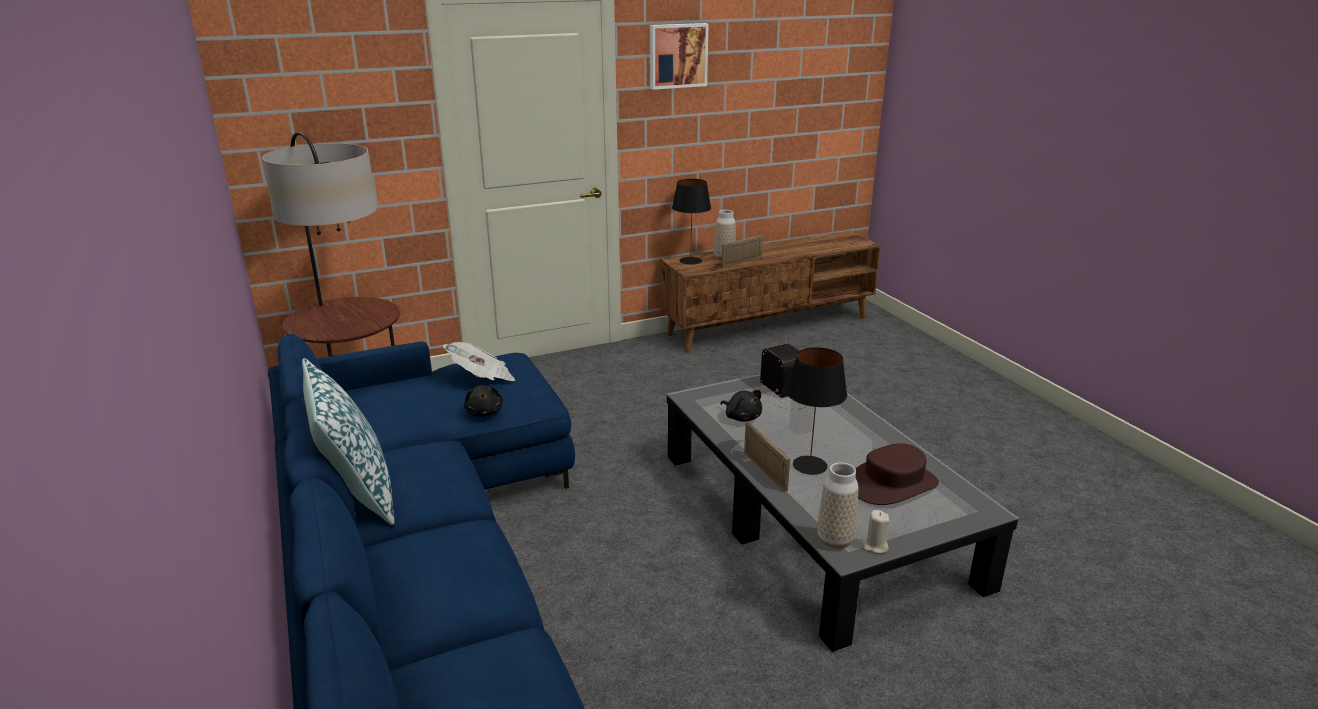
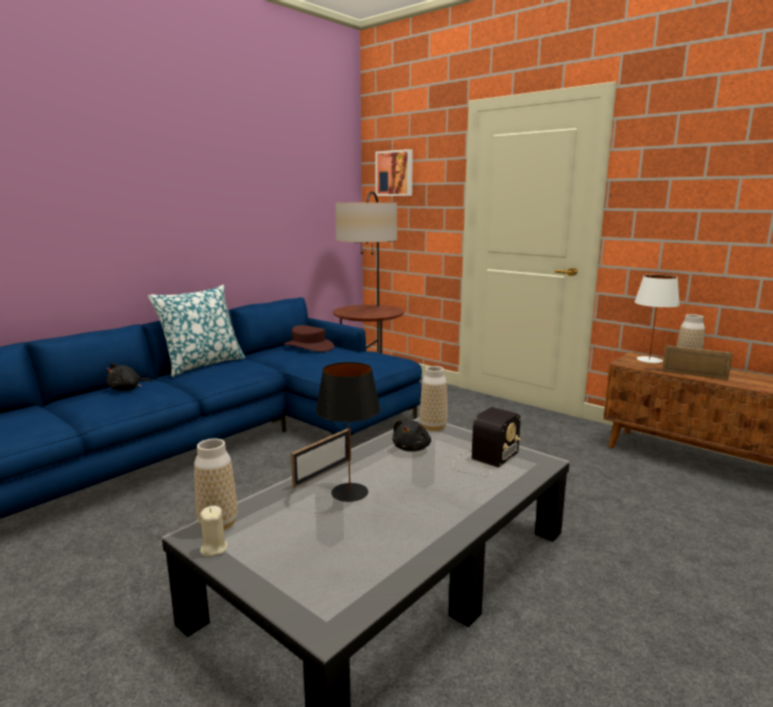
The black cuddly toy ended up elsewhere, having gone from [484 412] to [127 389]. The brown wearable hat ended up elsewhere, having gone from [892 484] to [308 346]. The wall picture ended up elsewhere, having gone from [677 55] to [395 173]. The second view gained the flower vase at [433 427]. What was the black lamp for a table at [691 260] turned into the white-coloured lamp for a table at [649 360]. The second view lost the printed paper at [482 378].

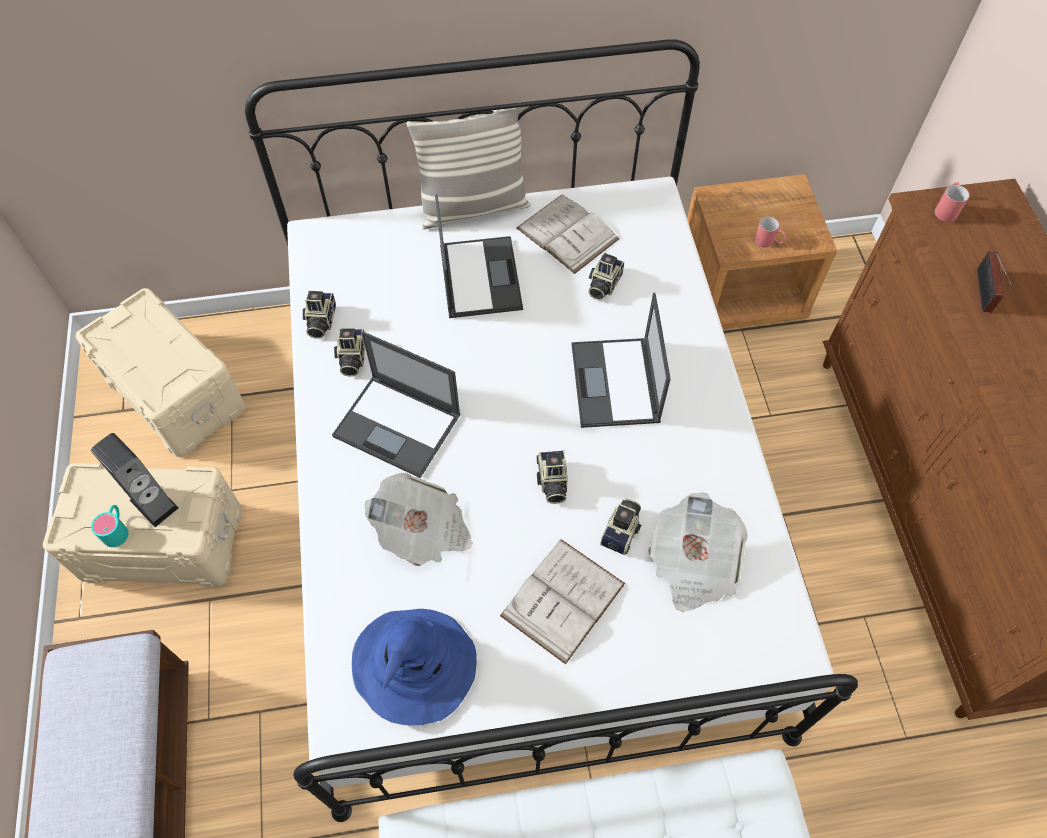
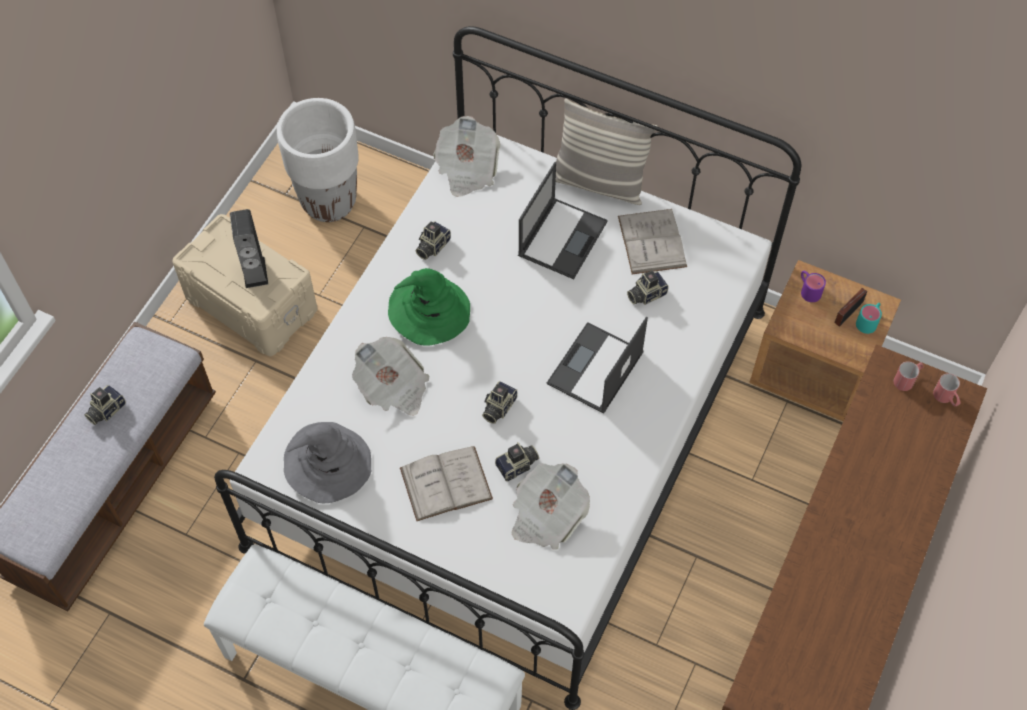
The still camera ended up elsewhere, having gone from [320 321] to [105 410]. Where the sand-coloured storage box stood at [176 392], the white-coloured plant pot came to stand at [329 202]. What was the blue wearable hat at [413 665] turned into the greyish wearable hat at [327 463]. Where the laptop stood at [399 426], the green-coloured wearable hat came to stand at [428 310]. The second view gained the printed paper at [467 169]. The second view gained the purple mug at [808 289]. The radio receiver ended up elsewhere, having gone from [983 293] to [846 313]. The turquoise mug ended up elsewhere, having gone from [117 529] to [868 321]. The red-coloured mug ended up elsewhere, having gone from [768 242] to [946 398].

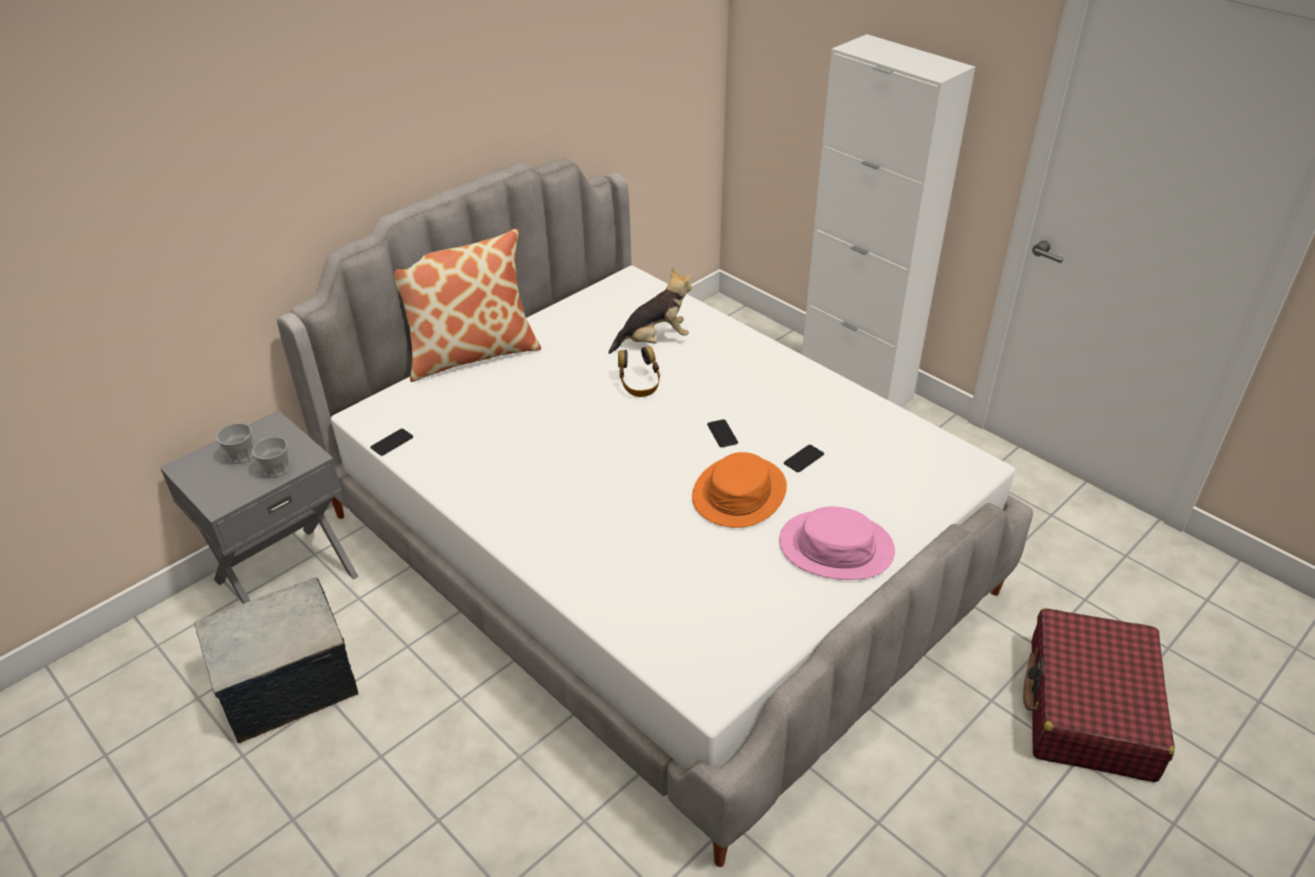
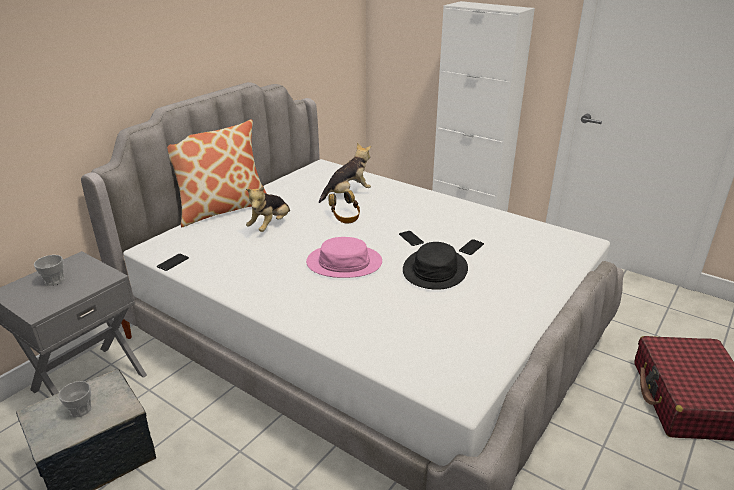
The cup ended up elsewhere, having gone from [277 470] to [80 410]. The second view gained the cuddly toy at [270 226]. The pink wearable hat ended up elsewhere, having gone from [836 546] to [344 262]. What was the orangey wearable hat at [739 493] turned into the black wearable hat at [434 270].

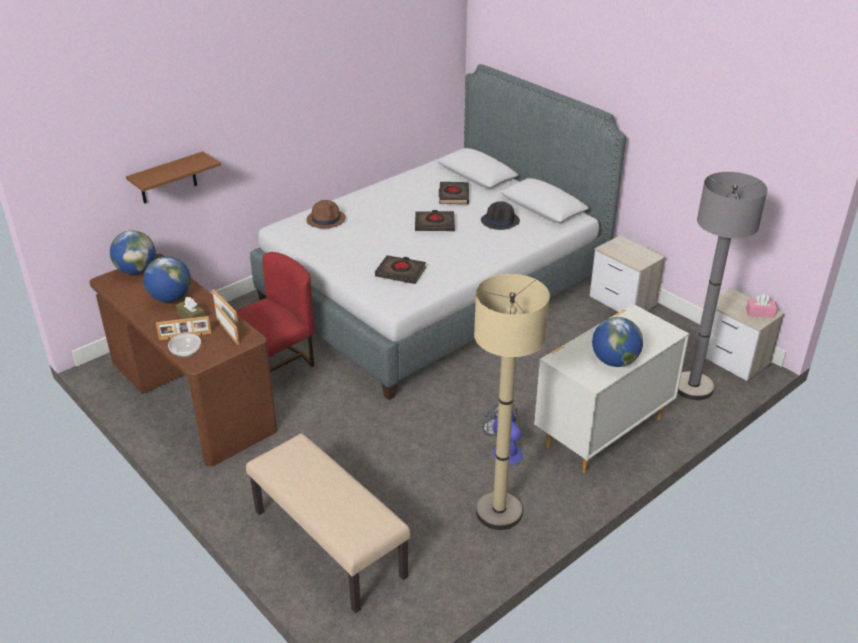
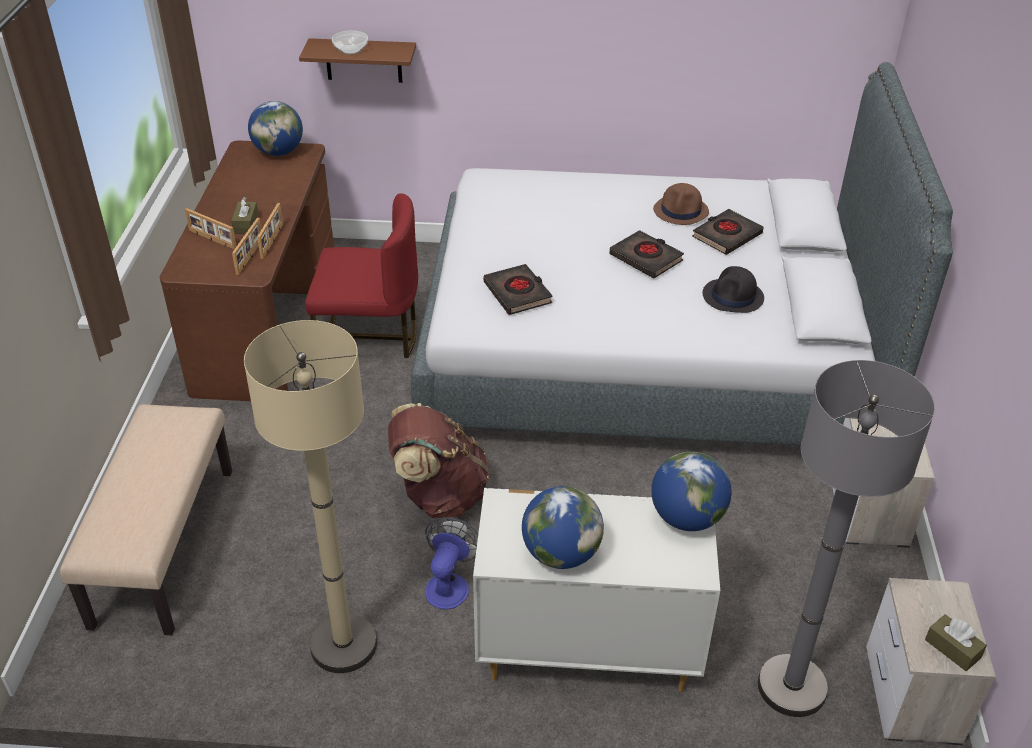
The bowl ended up elsewhere, having gone from [186 352] to [350 50]. The second view gained the brown backpack at [439 495]. The globe ended up elsewhere, having gone from [171 298] to [687 518]. The brown wearable hat ended up elsewhere, having gone from [326 219] to [681 211]. What was the pink tissue box at [760 313] turned into the brown tissue box at [952 649].

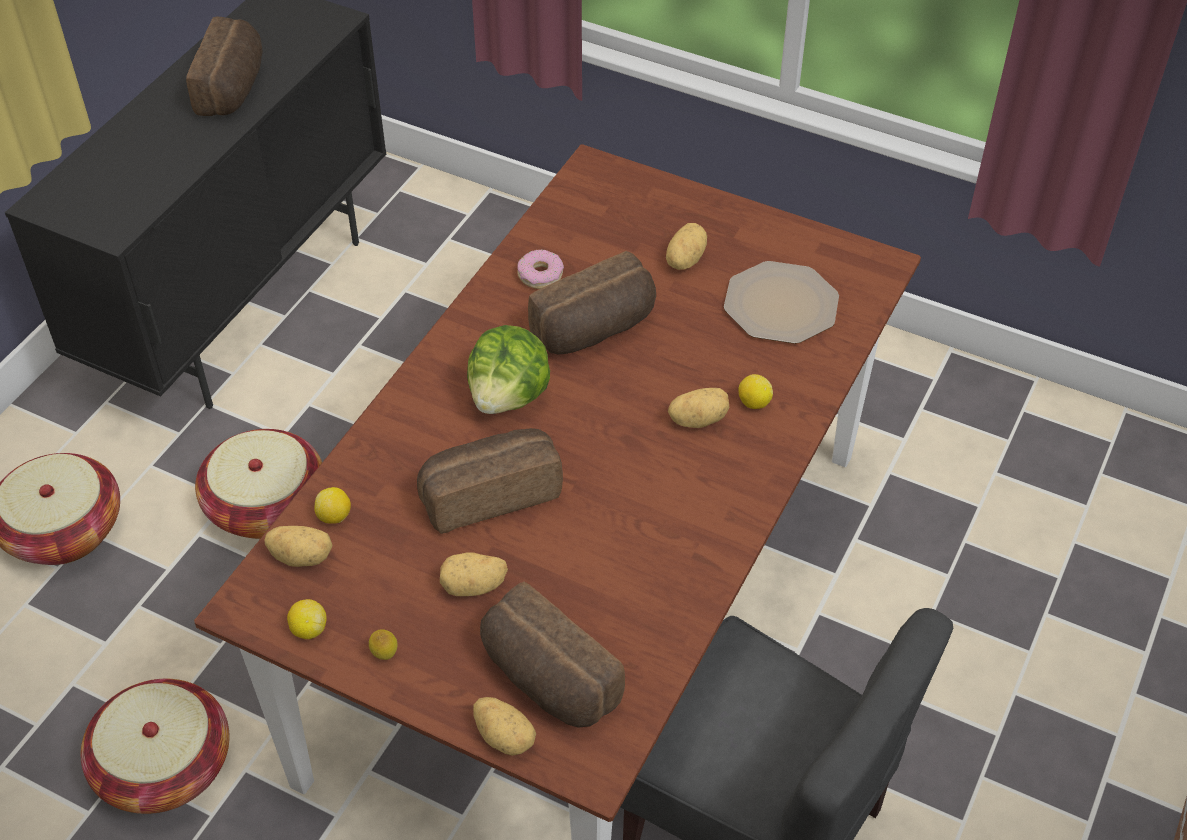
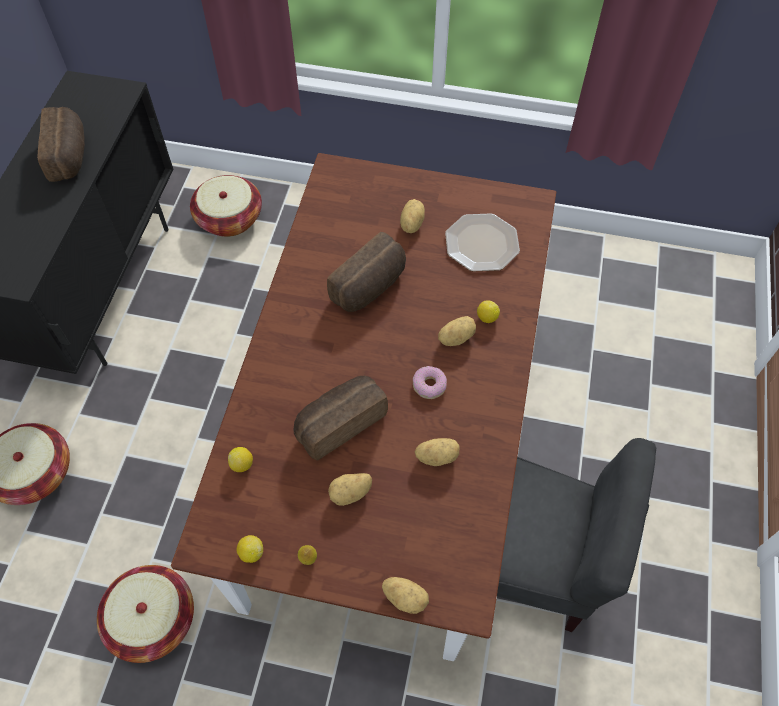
The household basket ended up elsewhere, having gone from [266 505] to [229 219]. The ring doughnut ended up elsewhere, having gone from [540 275] to [429 385]. The spud ended up elsewhere, having gone from [302 556] to [437 456]. The second view lost the head of lettuce at [509 396]. The second view lost the baked bread at [546 680].

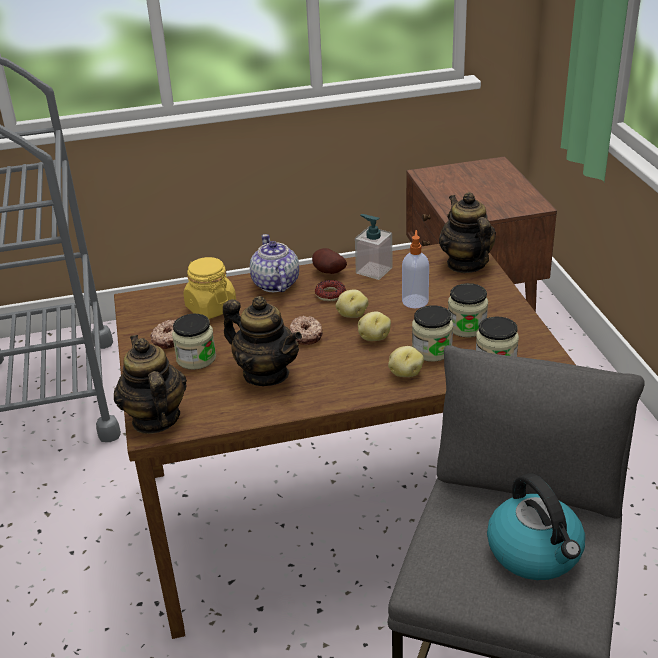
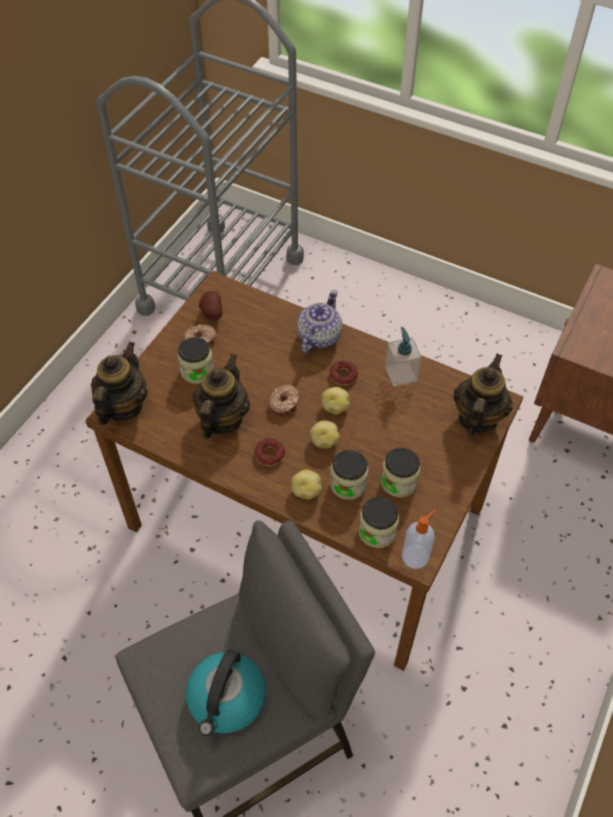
The tea pot at [266 374] ended up facing another way, 150 degrees counterclockwise from before. The spud ended up elsewhere, having gone from [328 272] to [211 313]. The second view gained the ring doughnut at [269 454]. The soap bottle ended up elsewhere, having gone from [415 301] to [416 555]. The second view lost the yellowish jar at [211 308].

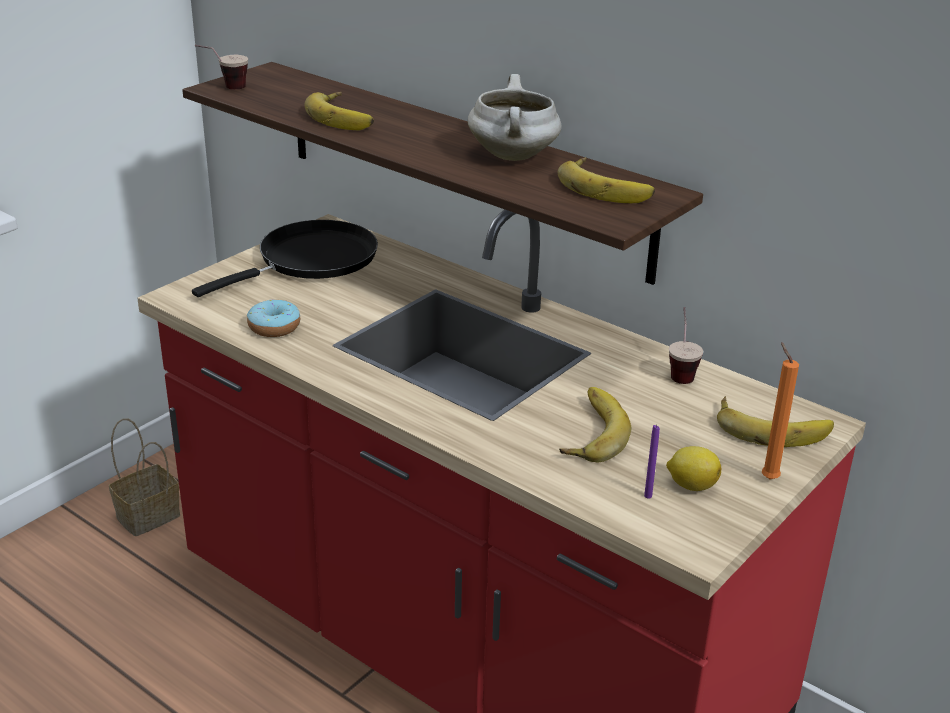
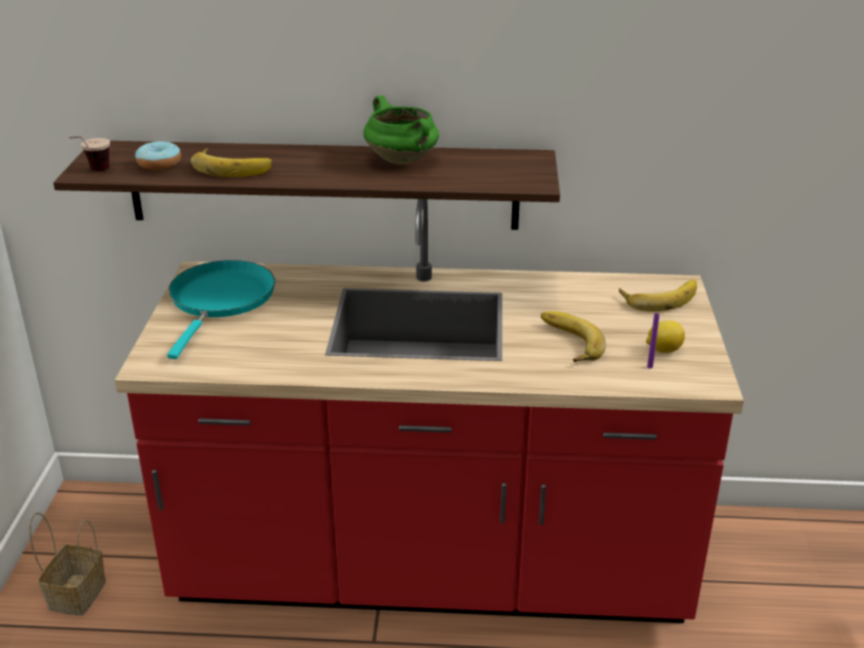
The ring doughnut ended up elsewhere, having gone from [274 327] to [159 164]. What was the black frying pan at [311 260] turned into the turquoise frying pan at [220 300]. What was the white-coloured cooking pot at [514 156] turned into the green-coloured cooking pot at [403 160]. The second view lost the banana at [607 187]. The second view lost the cup at [681 371]. The second view lost the orangey candle at [767 477].

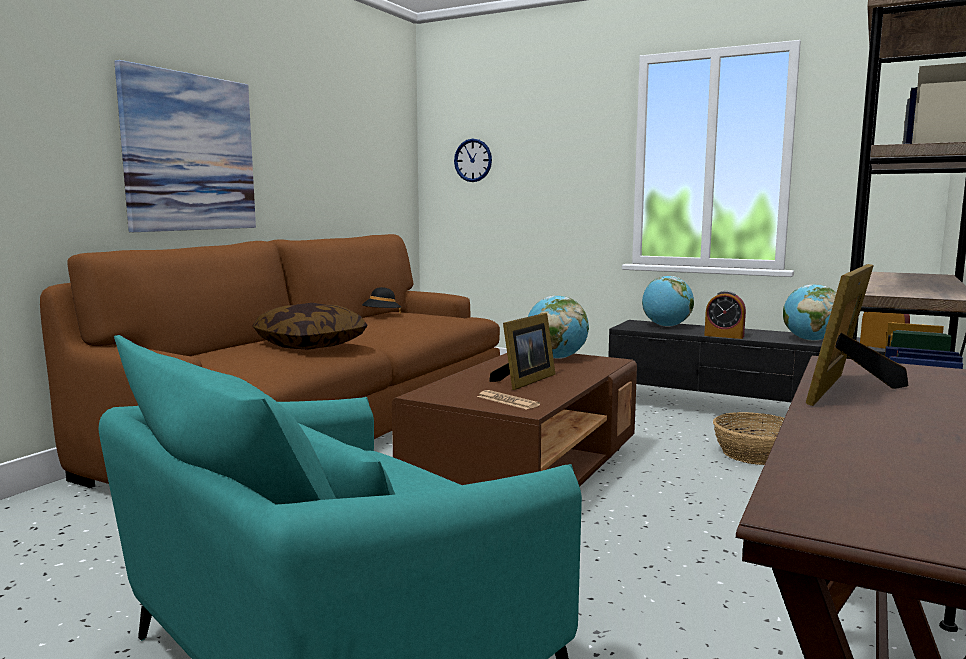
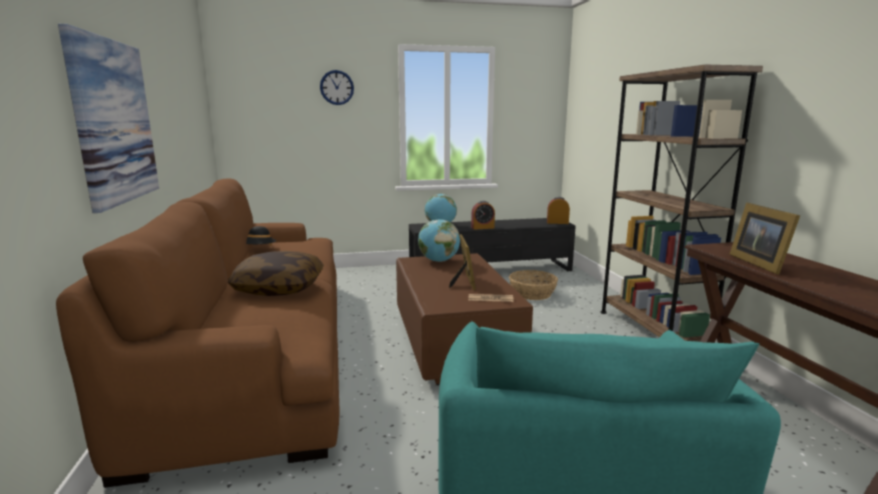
The wall clock ended up elsewhere, having gone from [473 160] to [337 87]. The second view lost the globe at [811 340].

